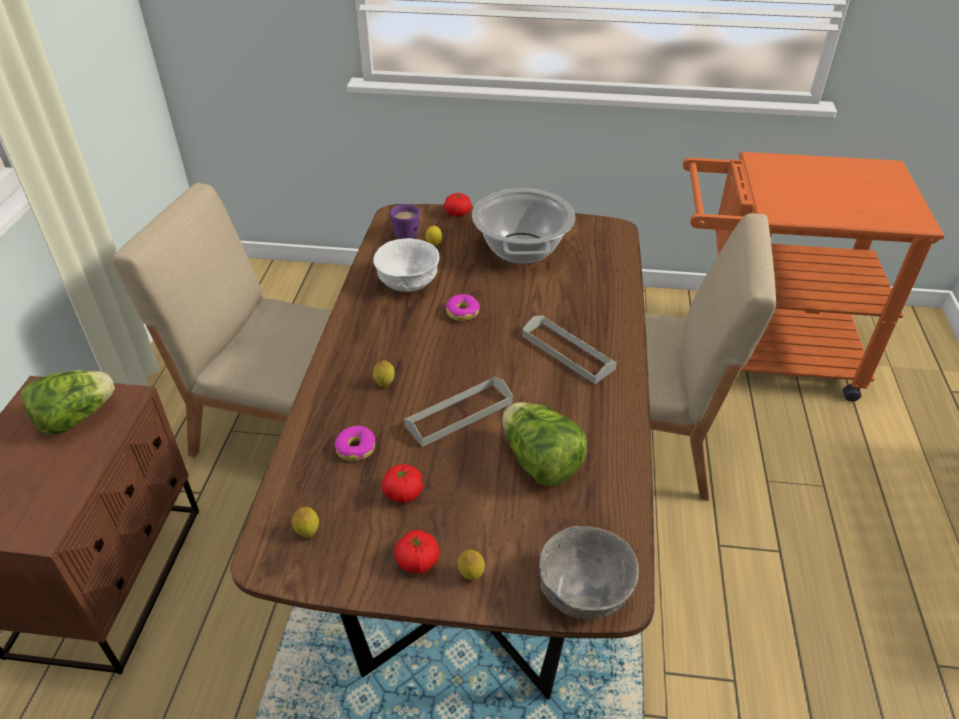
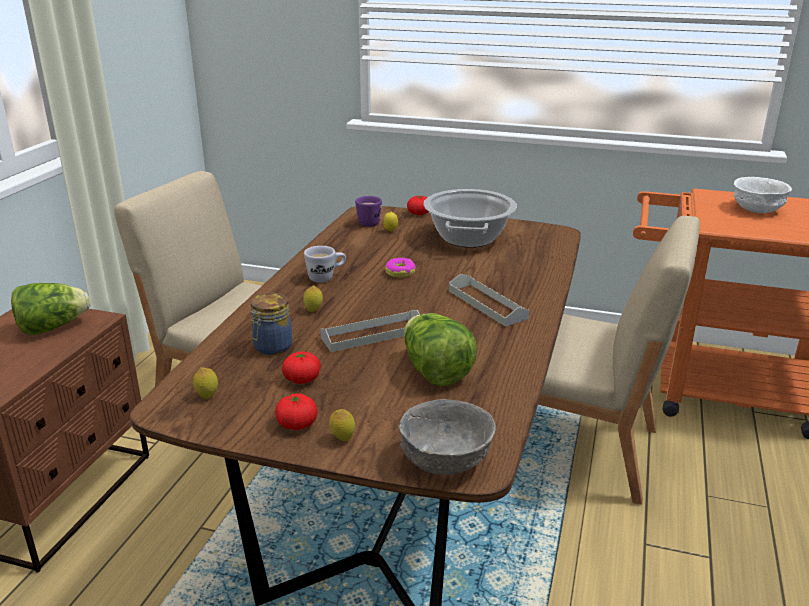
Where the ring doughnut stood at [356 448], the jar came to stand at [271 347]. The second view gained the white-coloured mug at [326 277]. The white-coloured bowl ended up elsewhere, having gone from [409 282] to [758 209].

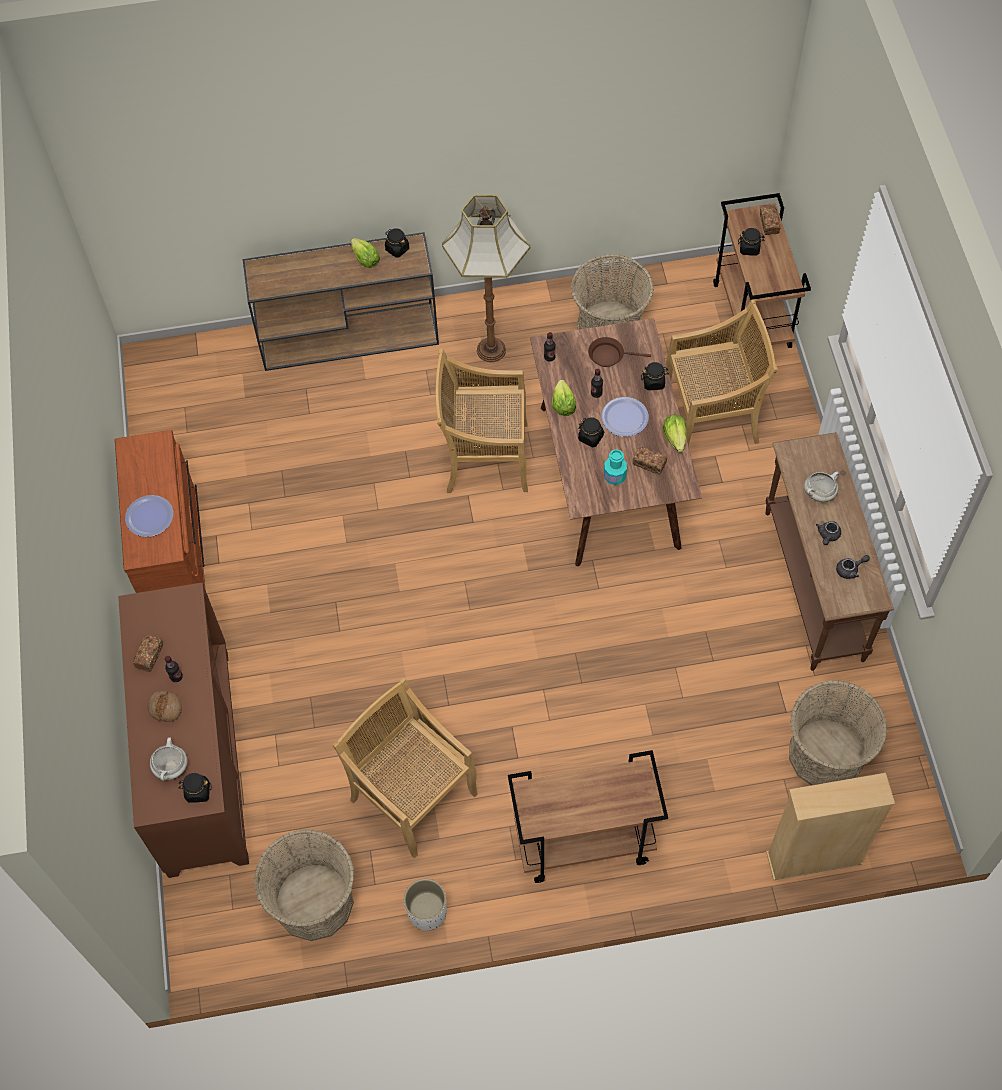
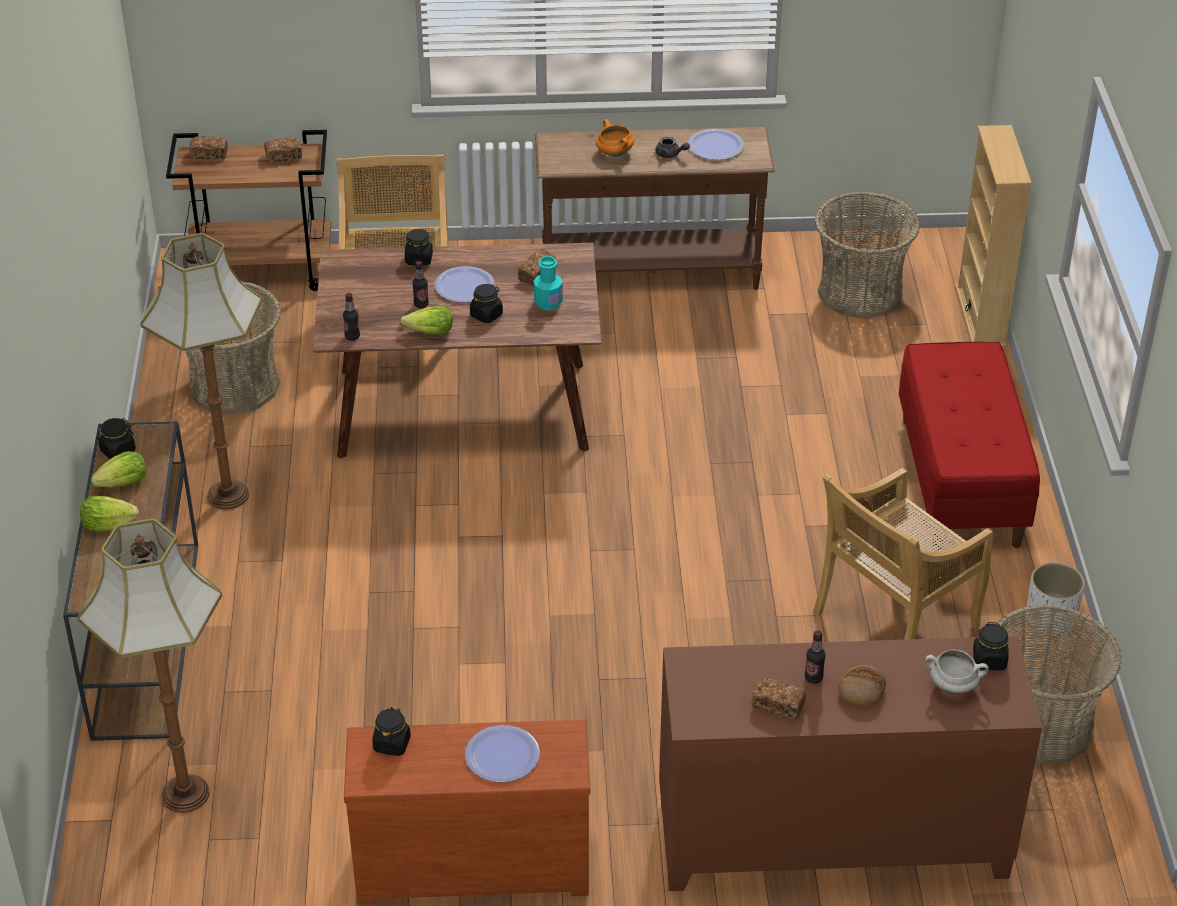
The second view gained the standing lamp at [183 794]. The head of lettuce ended up elsewhere, having gone from [675 438] to [108 525]. The second view gained the baked bread at [284 156]. The black jar ended up elsewhere, having gone from [749 248] to [392 744]. What was the white-coloured cooking pot at [819 493] turned into the orangey cooking pot at [614 153]. Where the greyish tea pot stood at [850 569], the dinner plate came to stand at [715 146]. Where the brown trolley stood at [583 842], the red-coloured indoor bench came to stand at [960 481]. The second view lost the sand-coloured upright chair at [485 457]. The second view lost the brown frying pan at [609 355].

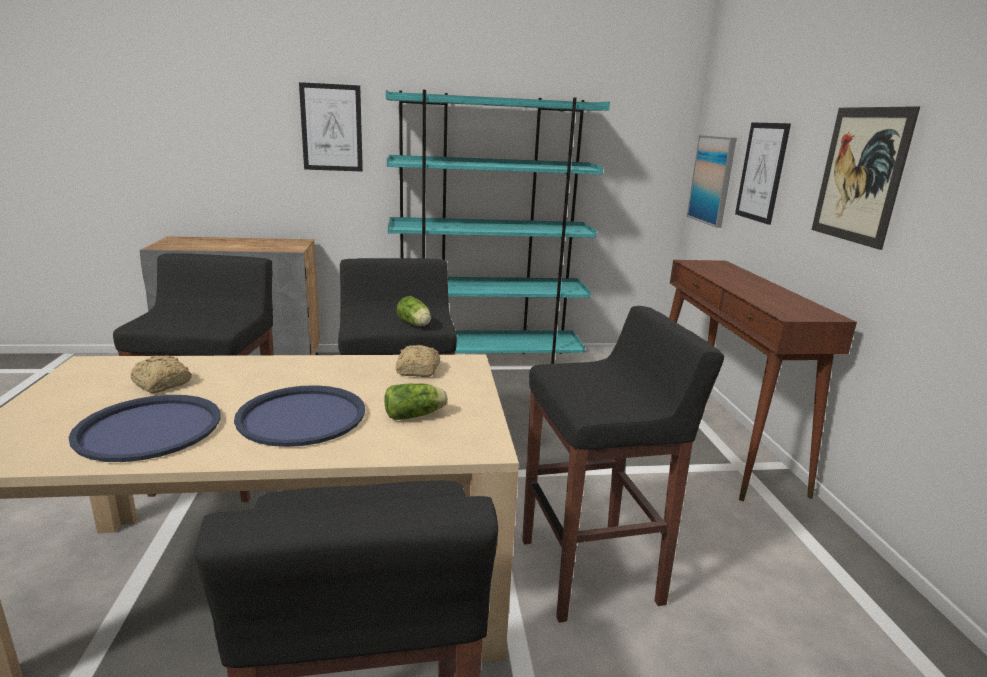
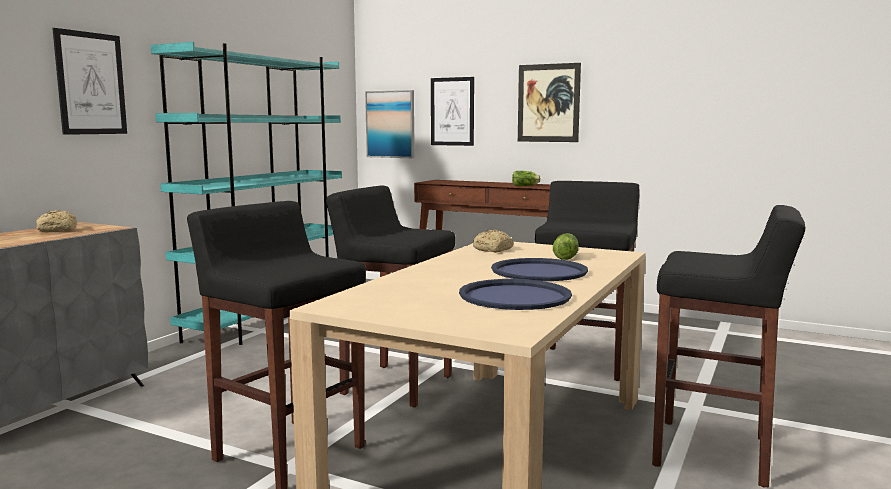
The baked bread ended up elsewhere, having gone from [161 384] to [59 230]. The head of lettuce ended up elsewhere, having gone from [415 324] to [526 186].

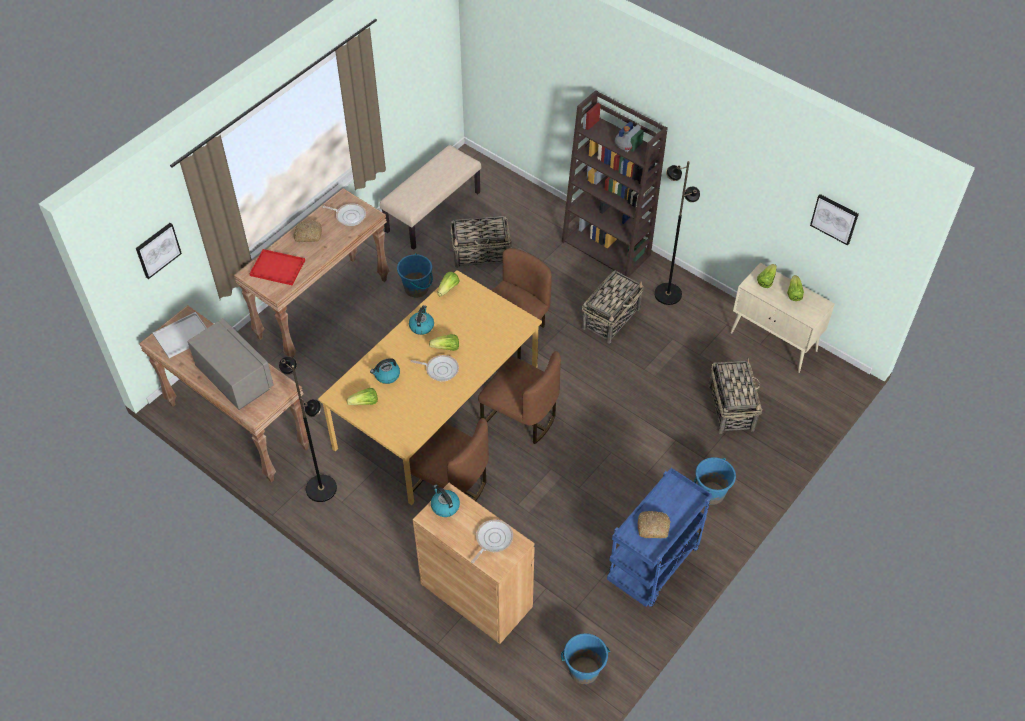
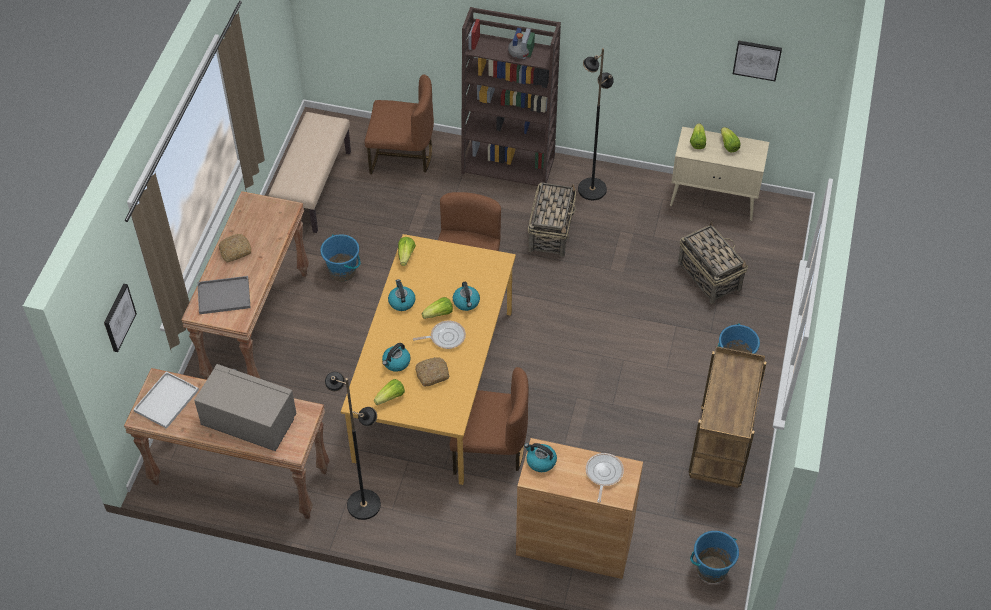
What was the red-coloured tray at [276 268] turned into the greyish tray at [223 296]. The brown upright chair ended up elsewhere, having gone from [520 418] to [401 156]. The baked bread ended up elsewhere, having gone from [653 527] to [432 374]. The second view gained the kettle at [466 302]. What was the blue trolley at [653 566] turned into the brown trolley at [721 450]. The second view lost the frying pan at [349 216]. The second view lost the household basket at [481 254].

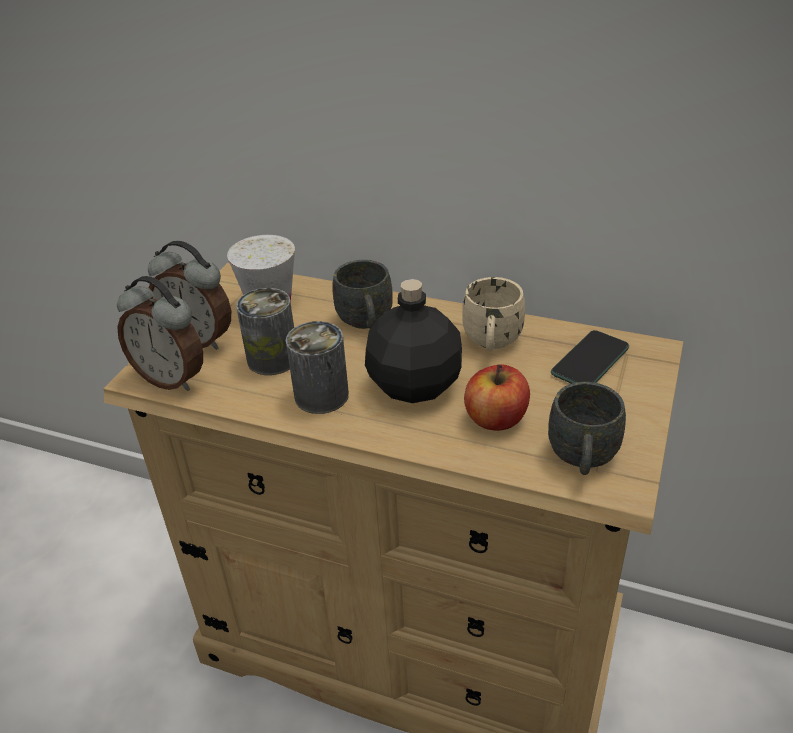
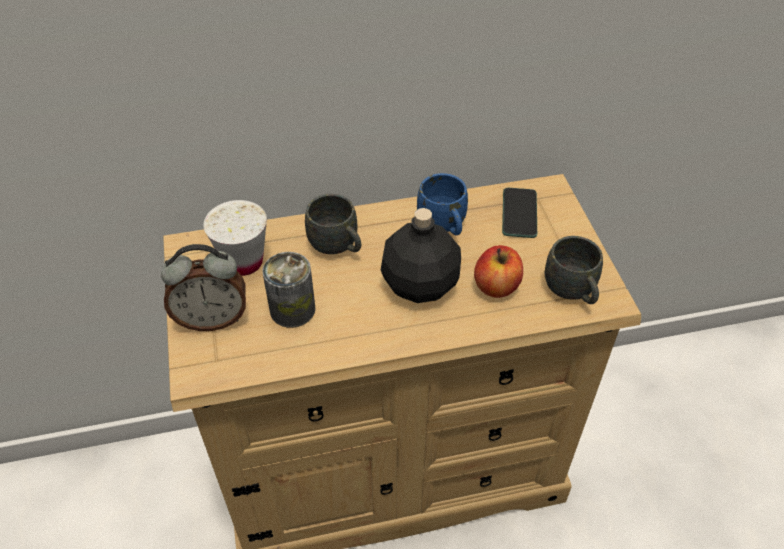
What was the sand-coloured mug at [491 343] turned into the blue mug at [444 226]. The second view lost the bedside clock at [172 378]. The second view lost the can at [321 395].

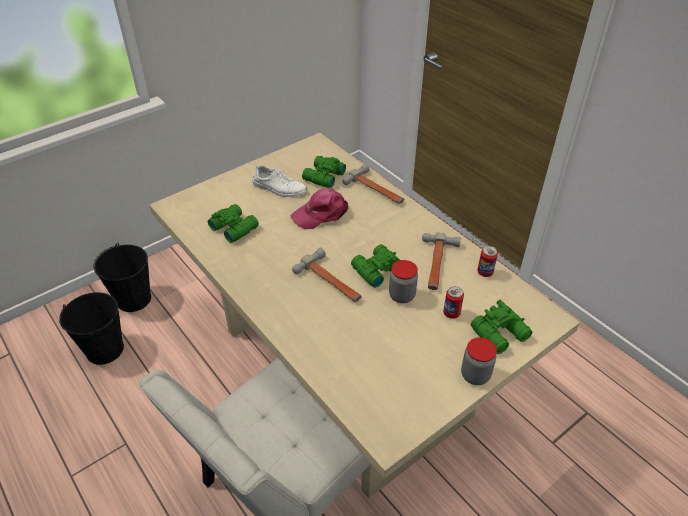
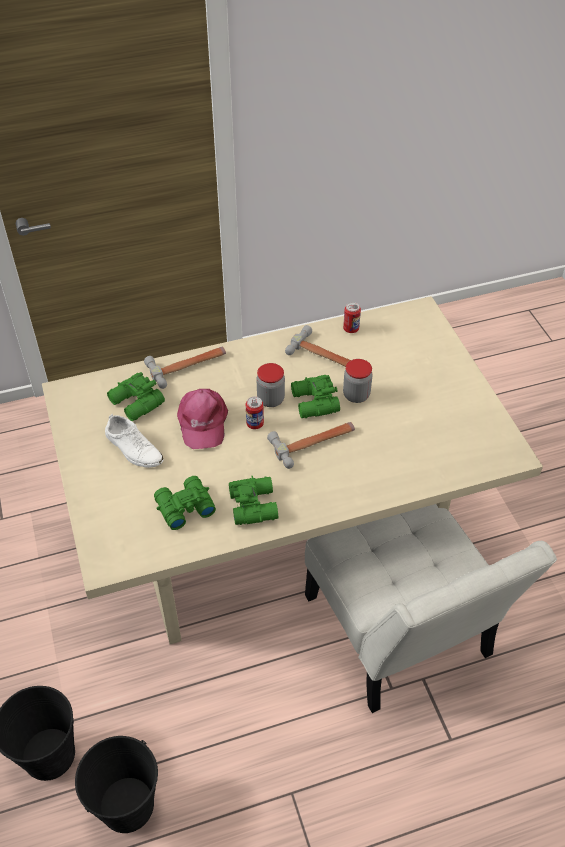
The white-coloured shoe at [279 188] ended up facing another way, 90 degrees clockwise from before. The green-coloured binoculars ended up elsewhere, having gone from [501 334] to [254 504]. The can ended up elsewhere, having gone from [451 313] to [255 424]. The jar ended up elsewhere, having gone from [475 375] to [271 399].

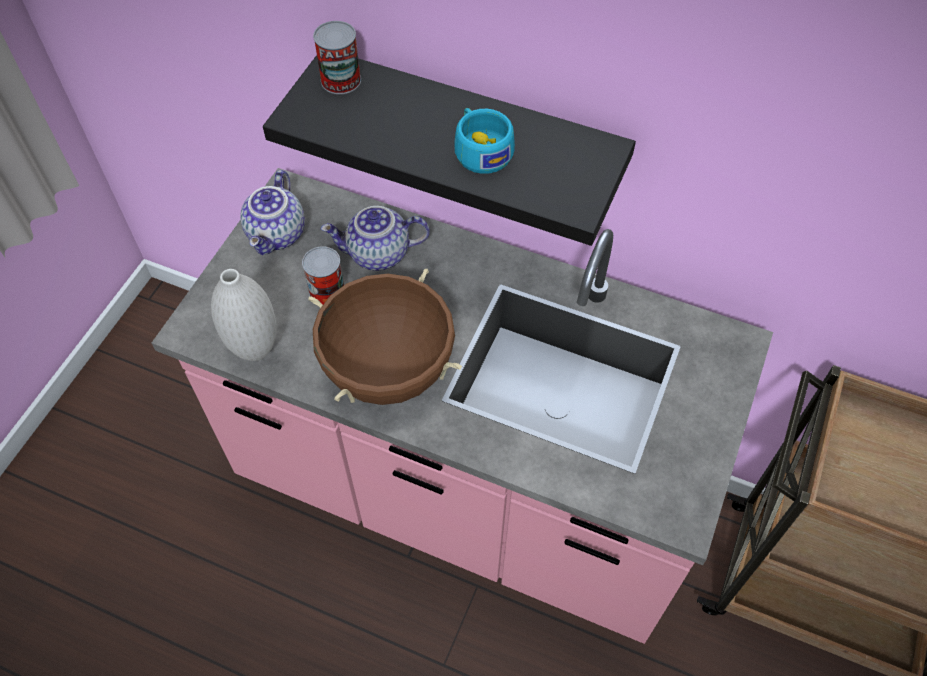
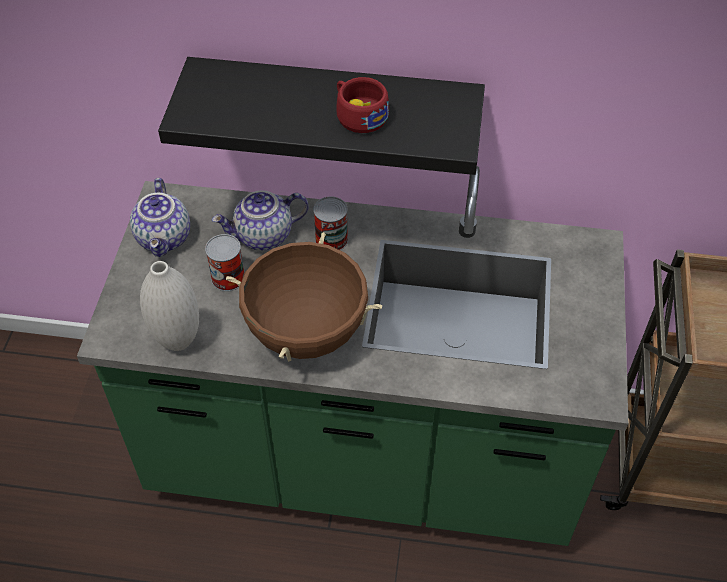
What was the pink kitchen base unit at [463 494] turned into the green-coloured kitchen base unit at [363 459]. The can ended up elsewhere, having gone from [341 80] to [331 240]. What was the turquoise cup at [480 150] turned into the red-coloured cup at [358 115].

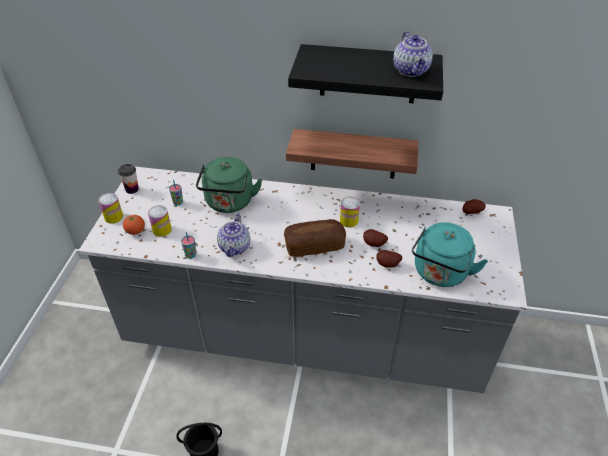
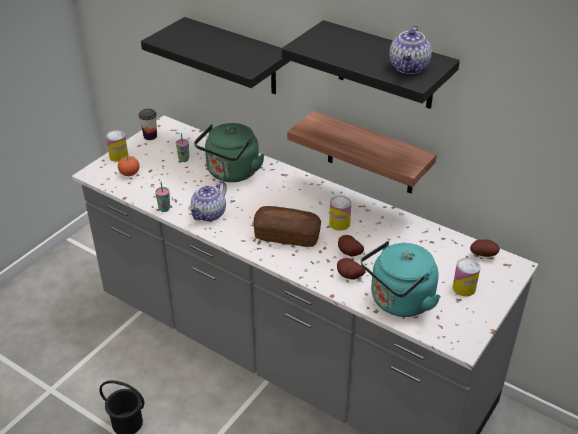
The second view gained the black wall shelf at [237 57]. The can ended up elsewhere, having gone from [162 230] to [464 288].

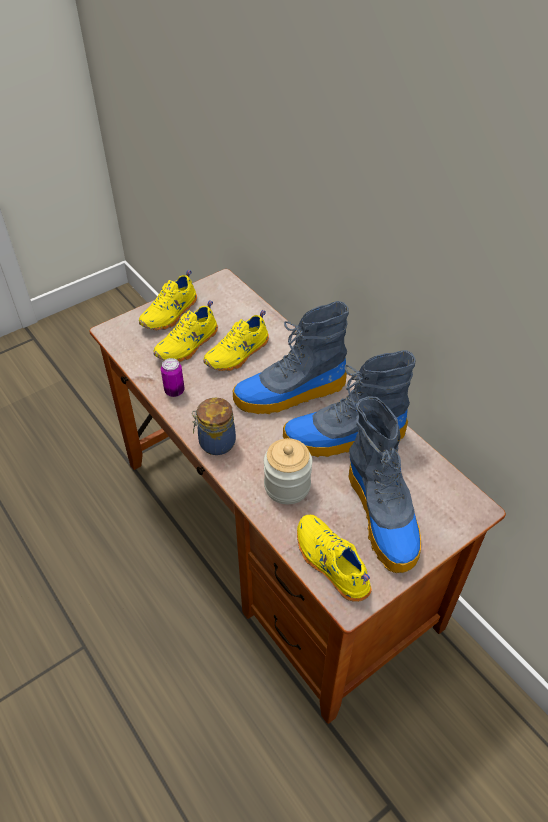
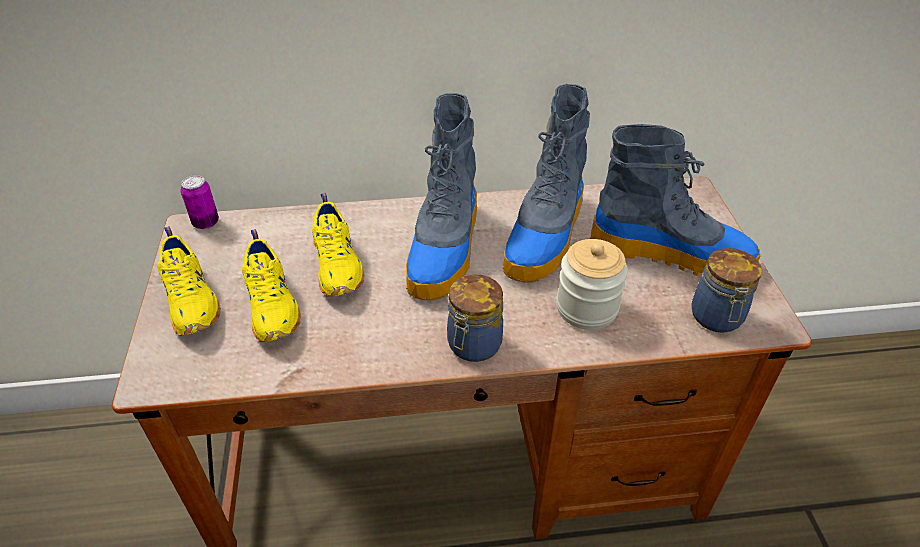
The can ended up elsewhere, having gone from [174 391] to [206 223]. Where the yellowish shoe stood at [330 563], the jar came to stand at [716 318].

